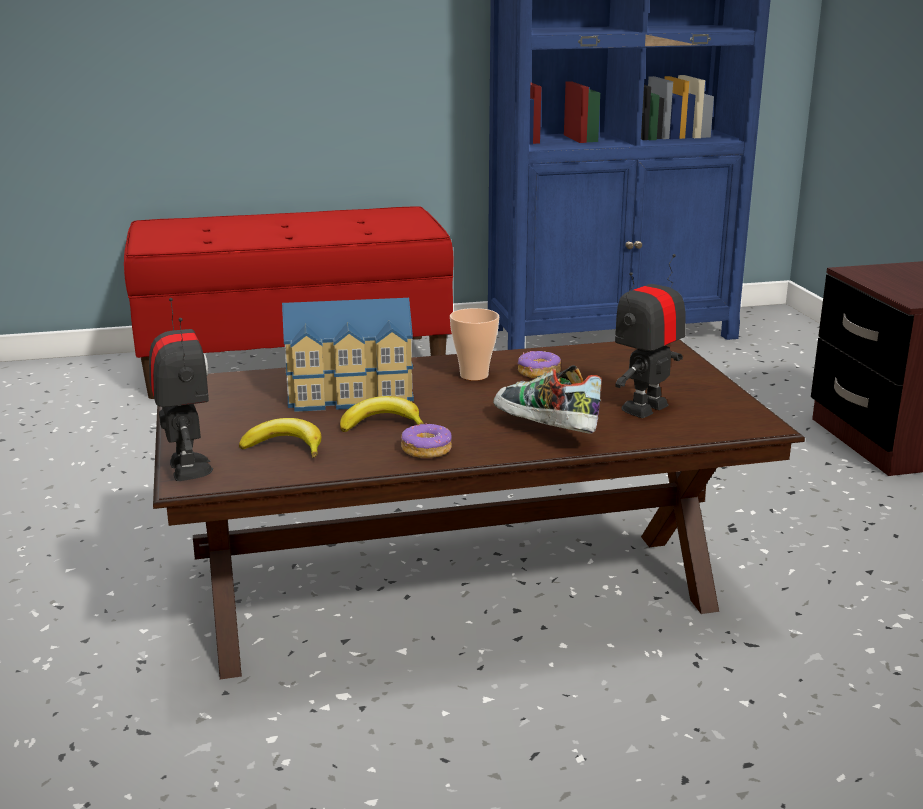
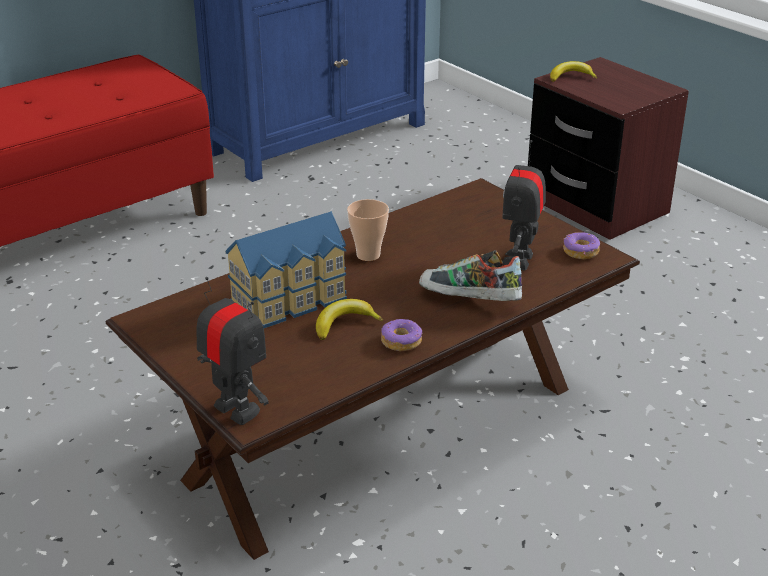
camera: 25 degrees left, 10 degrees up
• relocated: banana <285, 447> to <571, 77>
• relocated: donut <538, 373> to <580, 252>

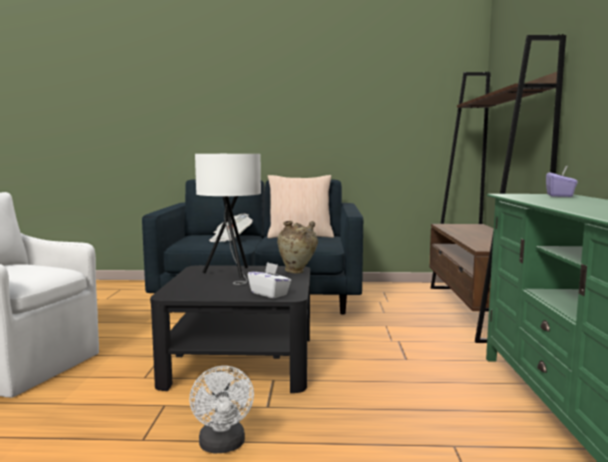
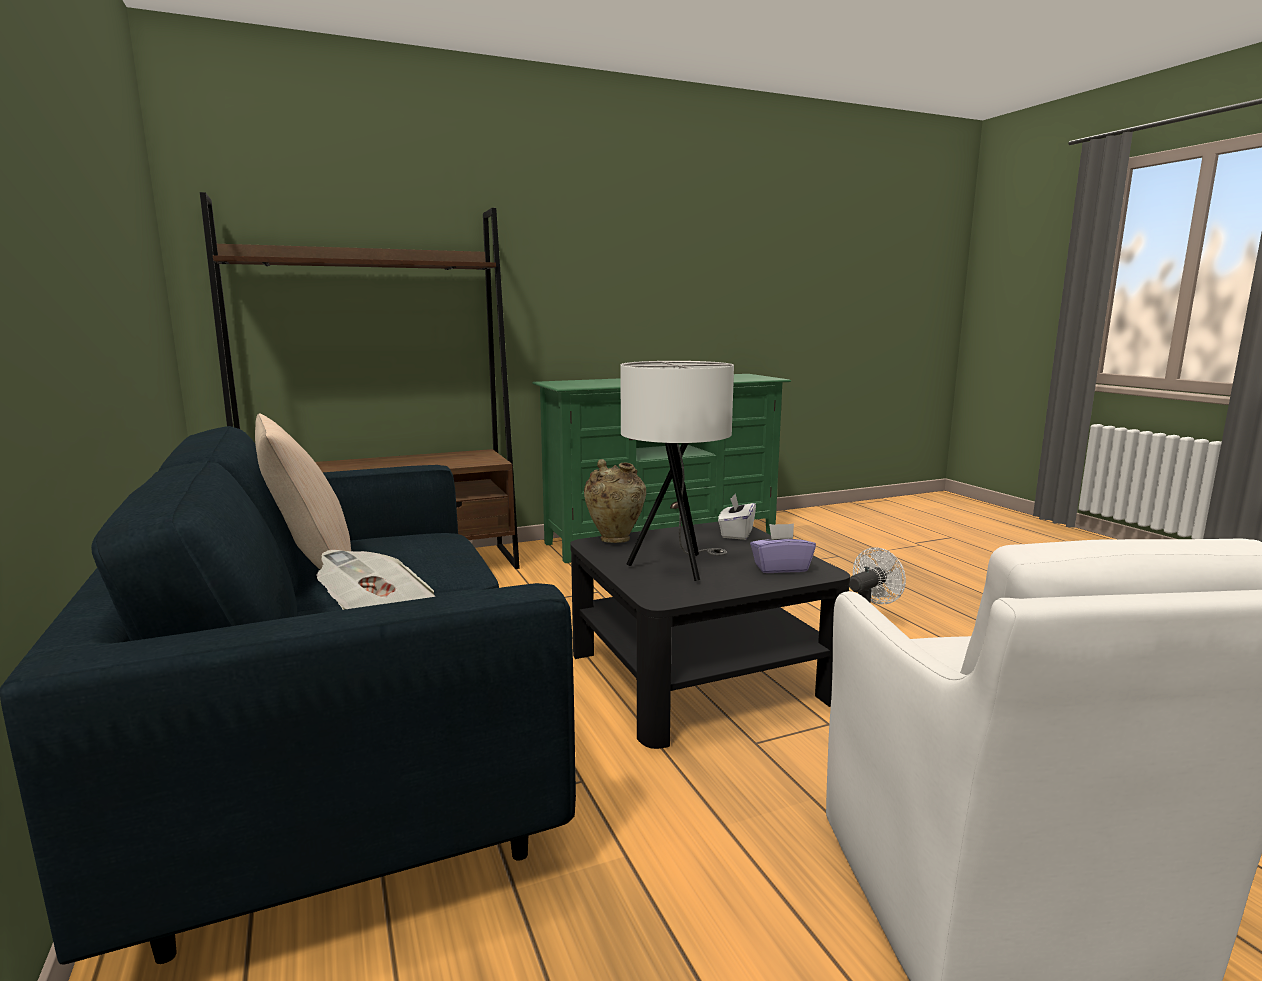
camera: 115 degrees left, 5 degrees up
• relocated: tissue box in purple <560, 195> to <780, 568>

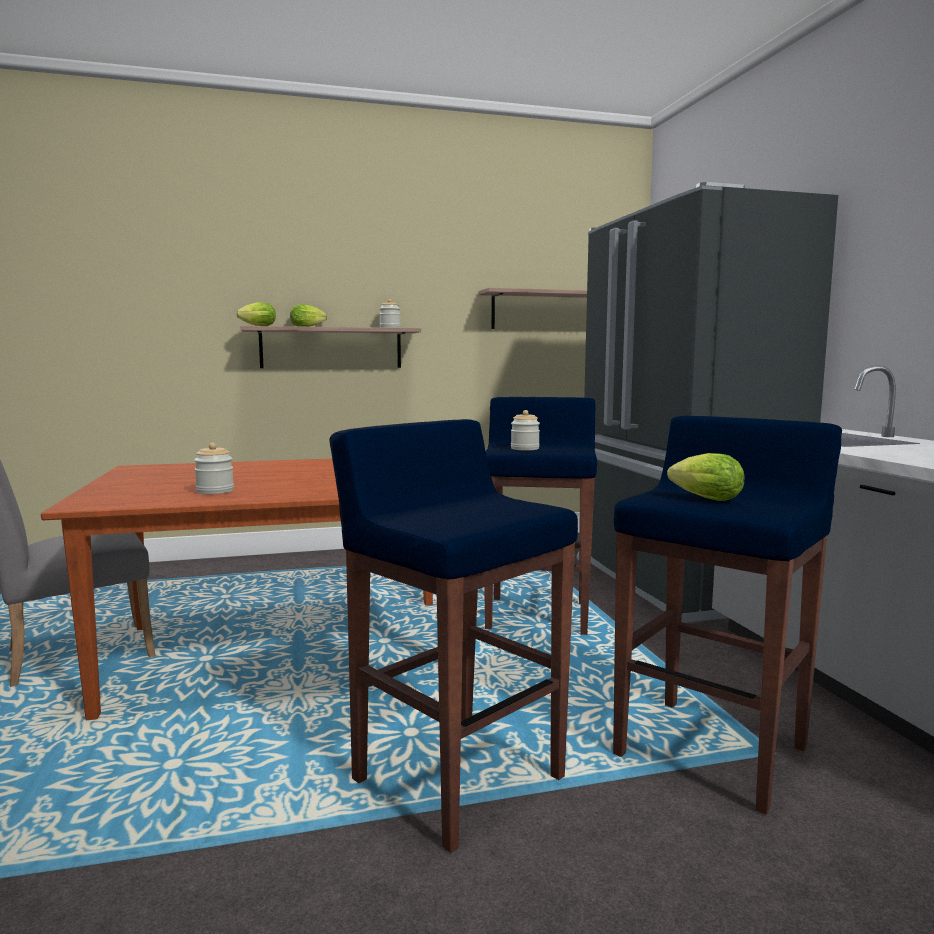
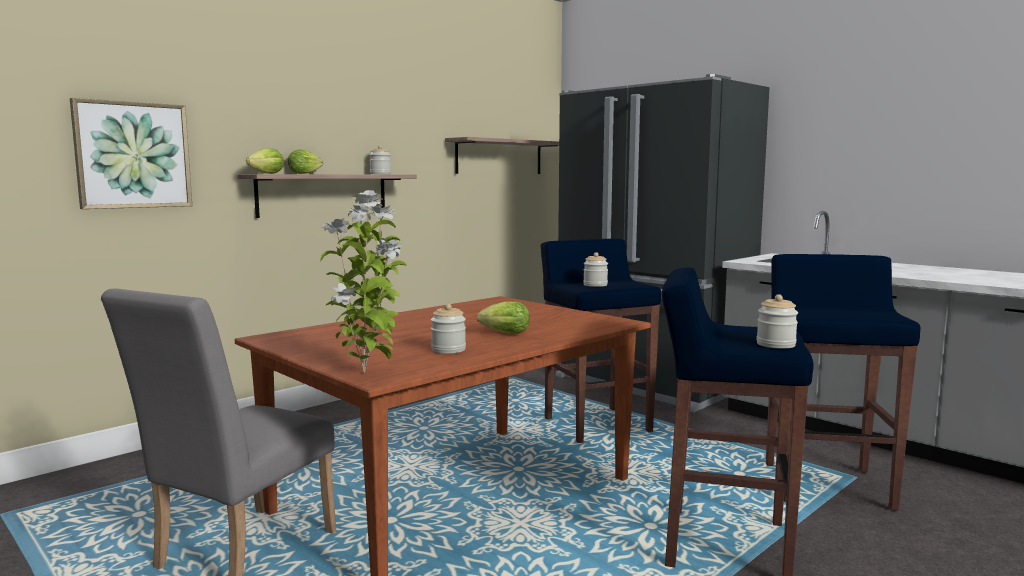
camera: 30 degrees left, 0 degrees up
• relocated: lettuce <702, 498> to <502, 333>
• appeared: picture <133, 155>
• appeared: potted plant <367, 372>
• appeared: jar <775, 344>

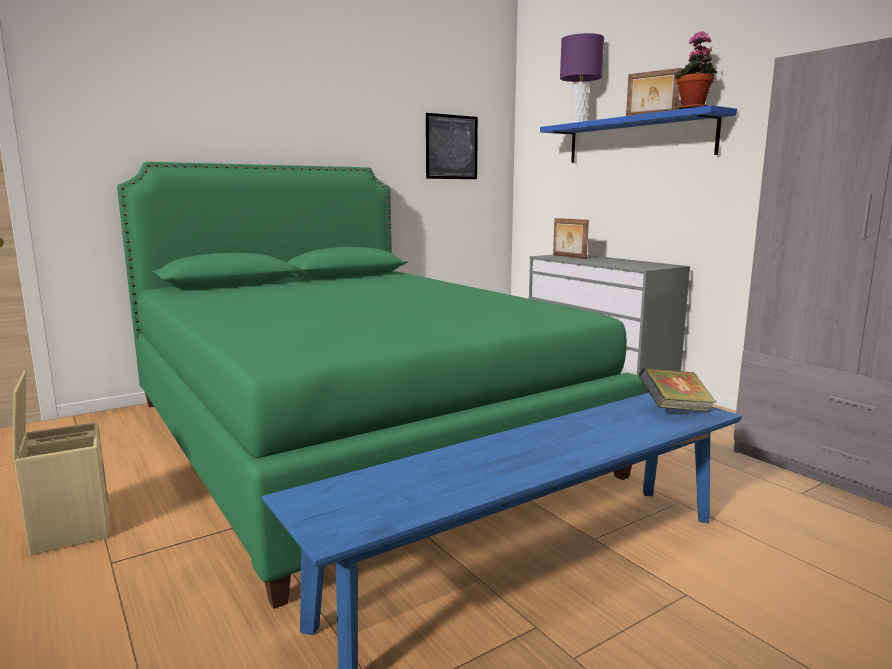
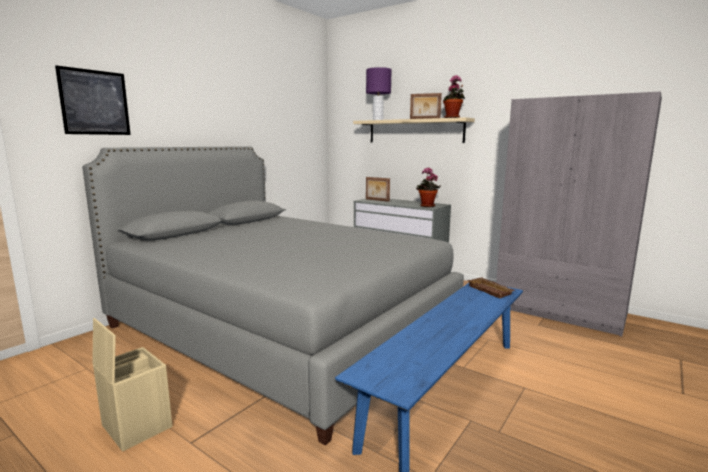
camera: 20 degrees left, 0 degrees up
• colour: bed in green <352, 436> to bed in grey <281, 328>
• relocated: picture <451, 147> to <95, 102>
• colour: shelf in blue <637, 139> to shelf in beige <414, 131>
• exchanged: book <675, 409> to tray in brown <491, 290>
• appeared: potted plant <427, 206>

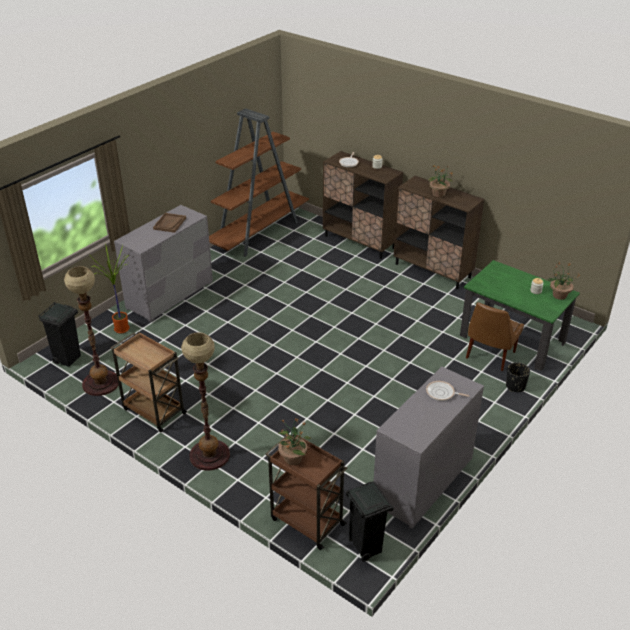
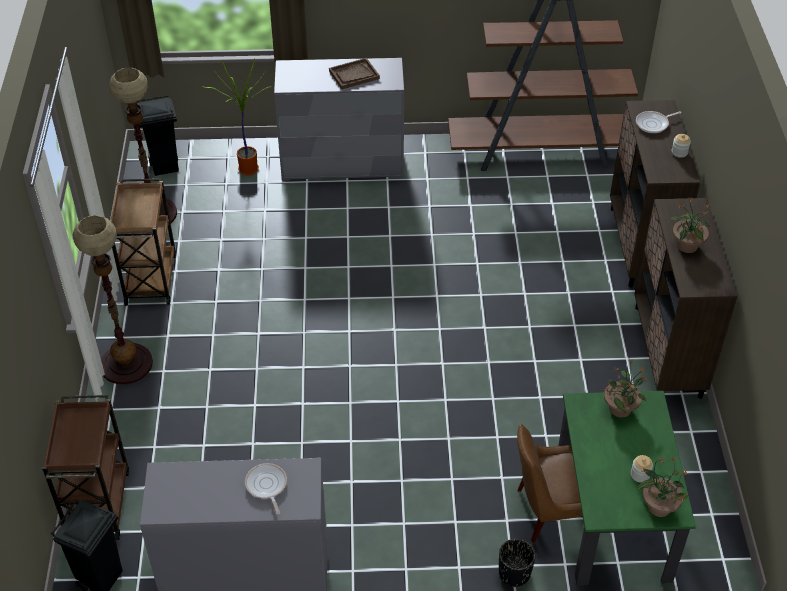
camera: 50 degrees right, 10 degrees up
• relocated: potted plant <293, 458> to <621, 408>

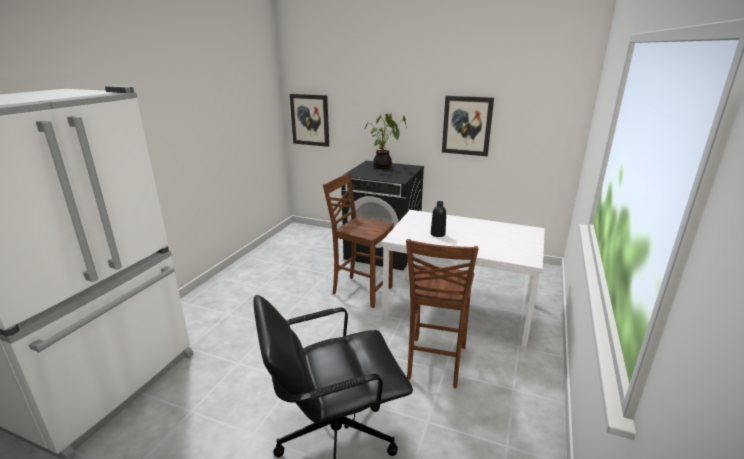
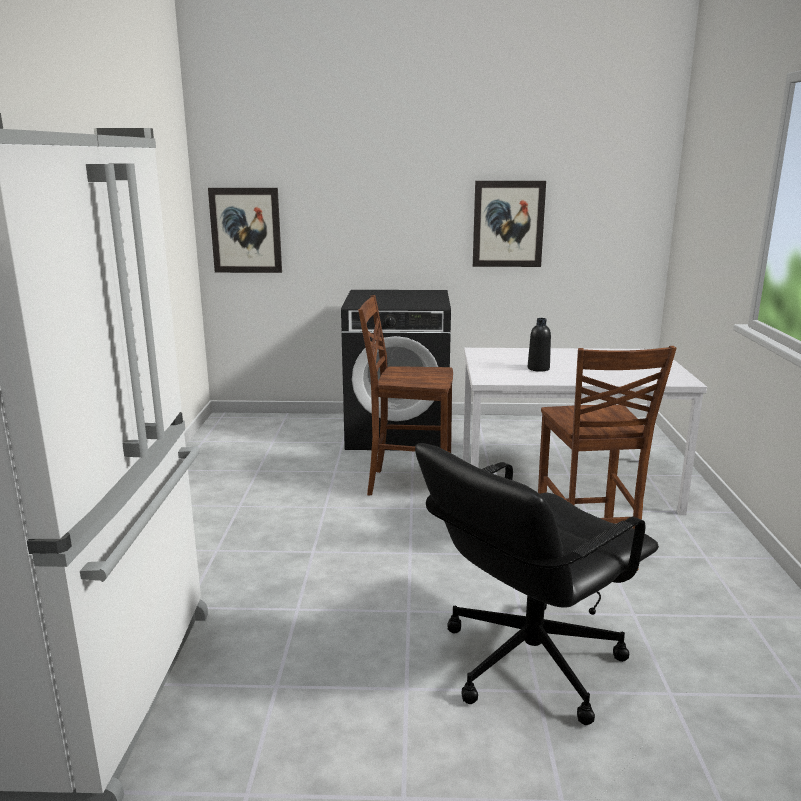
camera: 20 degrees left, 5 degrees down
• missing: potted plant <383, 167>

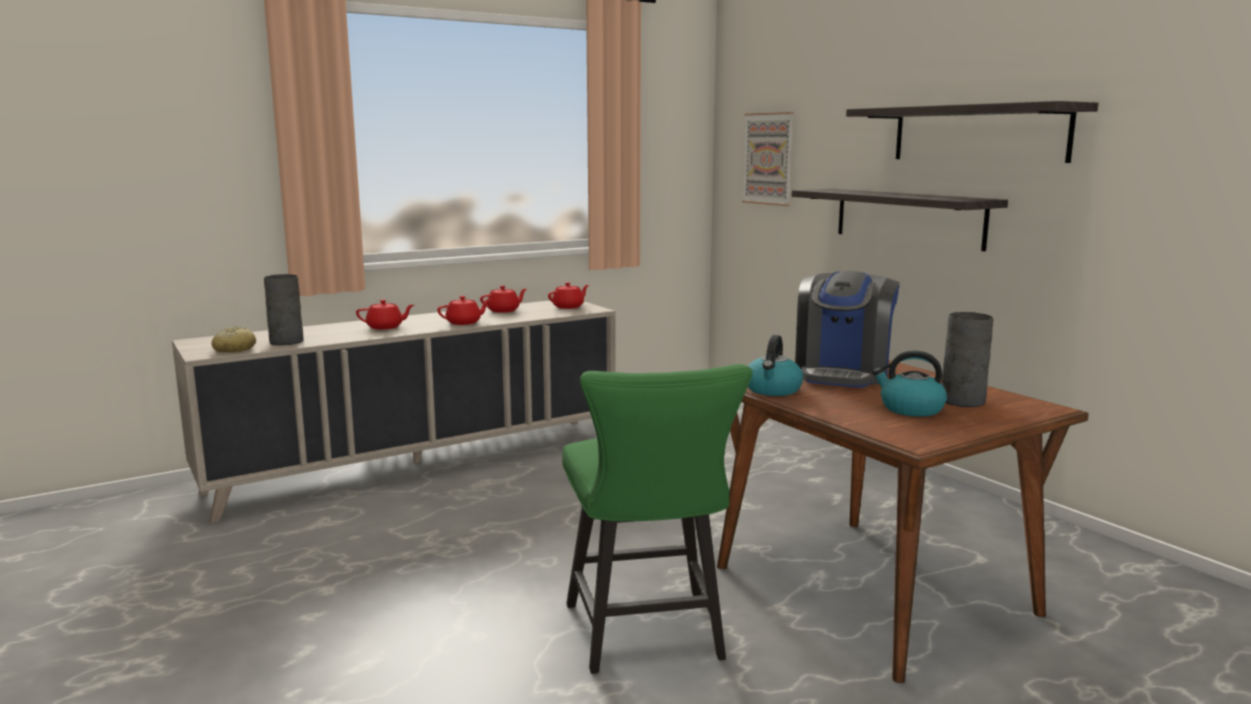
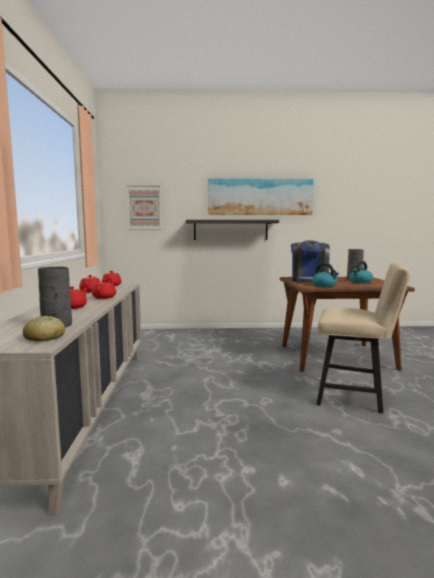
camera: 60 degrees left, 5 degrees down
• colour: chair in green <648, 638> to chair in beige <355, 396>
• spun: coffee machine <842, 374> = <309, 280> 45 degrees clockwise
• exchanged: shelf <978, 133> to picture <260, 197>

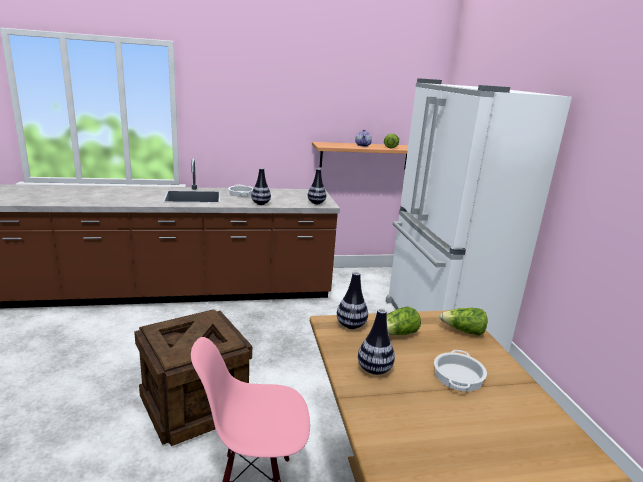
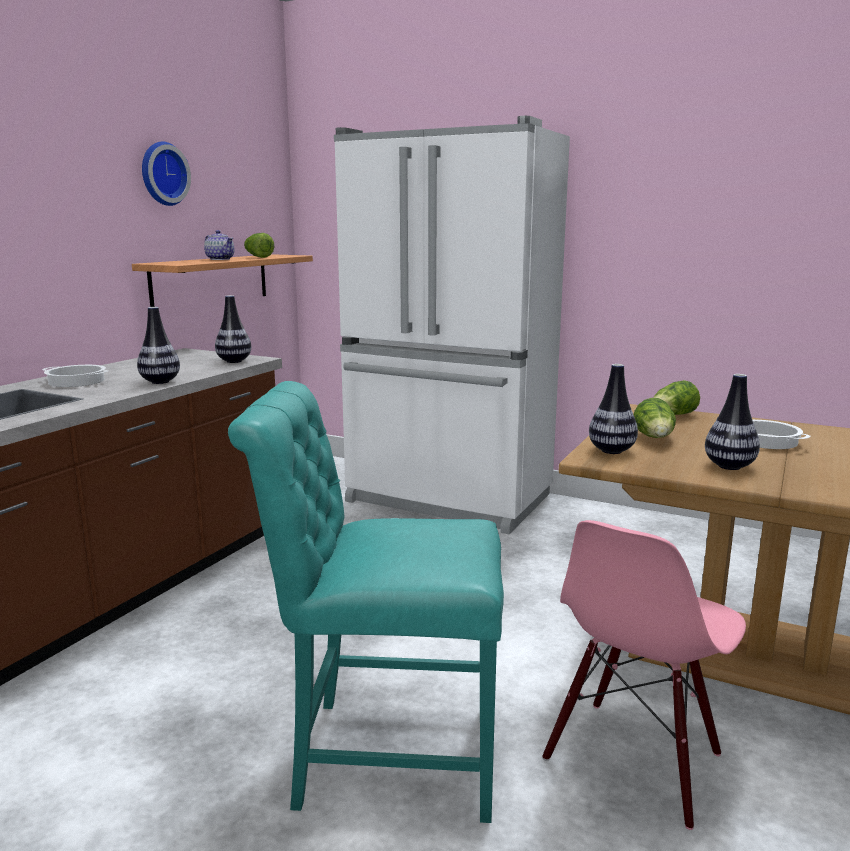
camera: 50 degrees left, 5 degrees down
• exchanged: crate <195, 405> to chair in turquoise <384, 754>
• appeared: wall clock <162, 174>

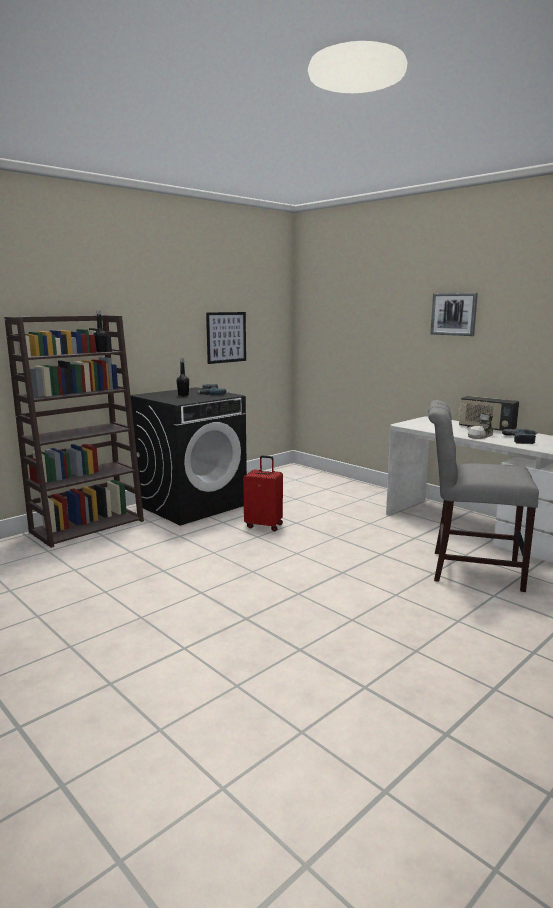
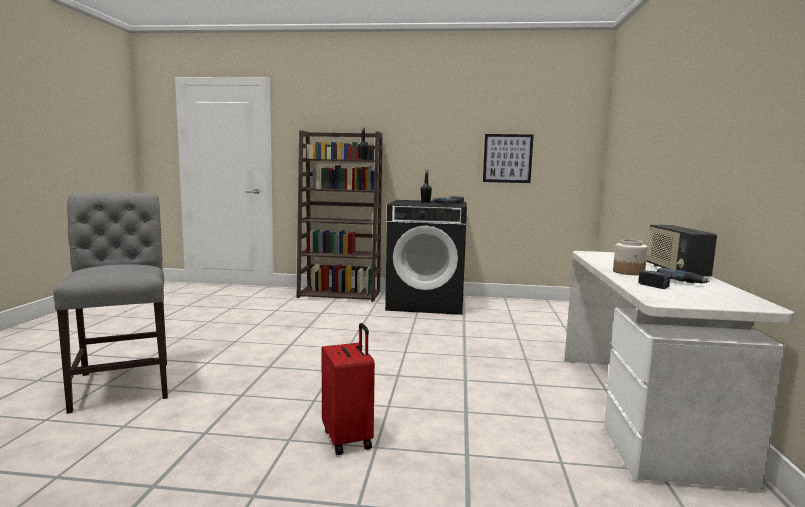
camera: 50 degrees right, 5 degrees down
• relocated: suitcase in red <264, 525> to <348, 439>
• relocated: chair in grey <470, 569> to <124, 382>
• missing: picture <454, 314>
• exchanged: shoe <481, 436> to jar <629, 272>

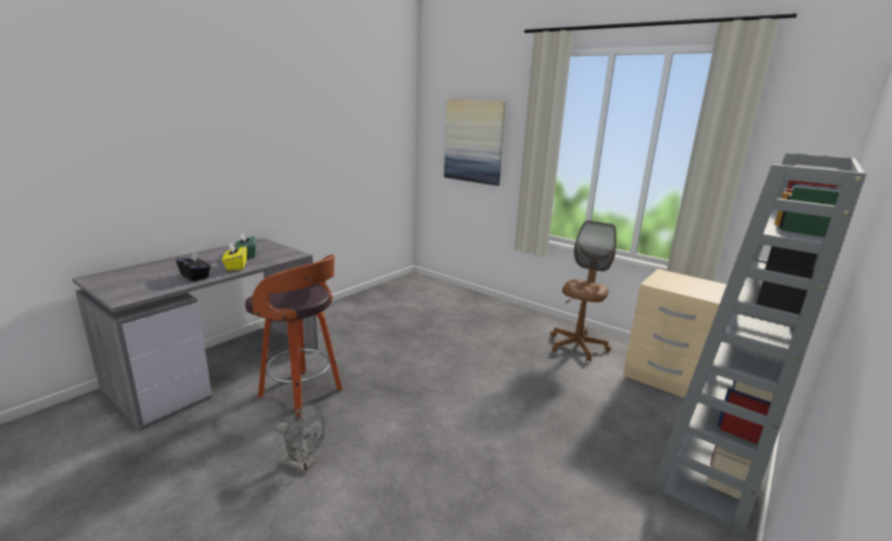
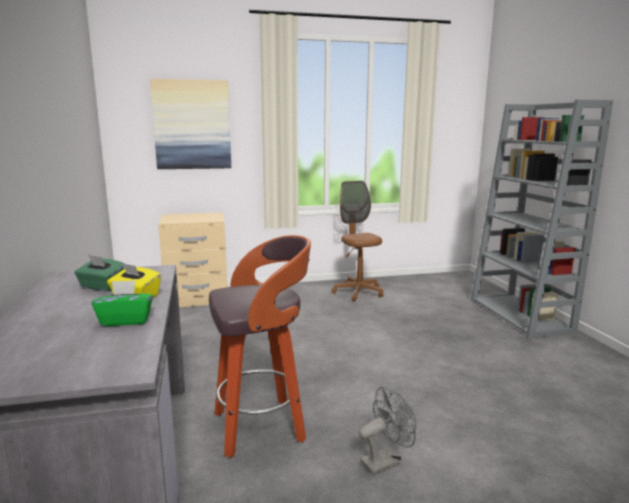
camera: 50 degrees left, 5 degrees down
• colour: tissue box in black <195, 276> to tissue box in green <126, 320>
• relocated: nightstand in beige <667, 378> to <197, 298>

